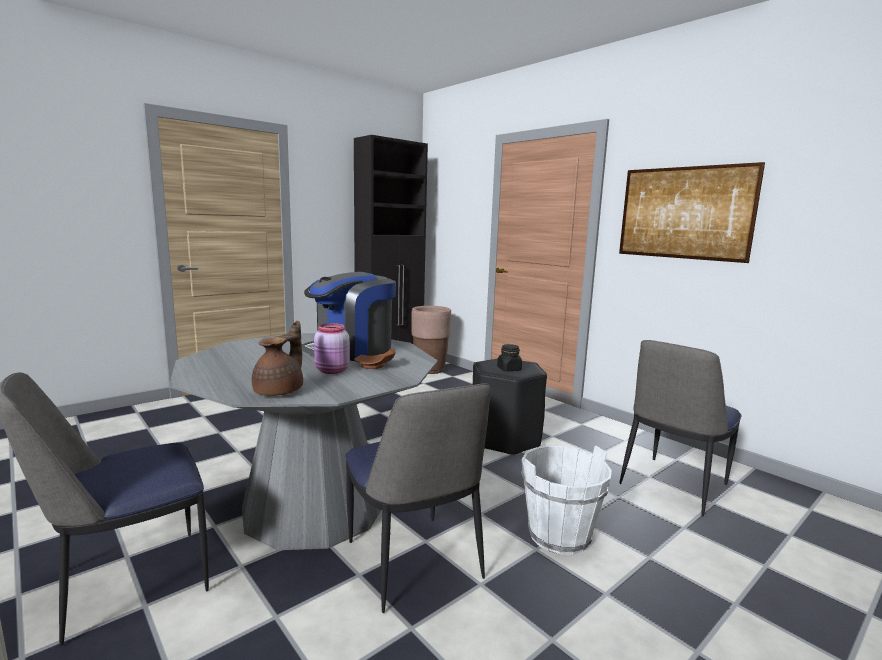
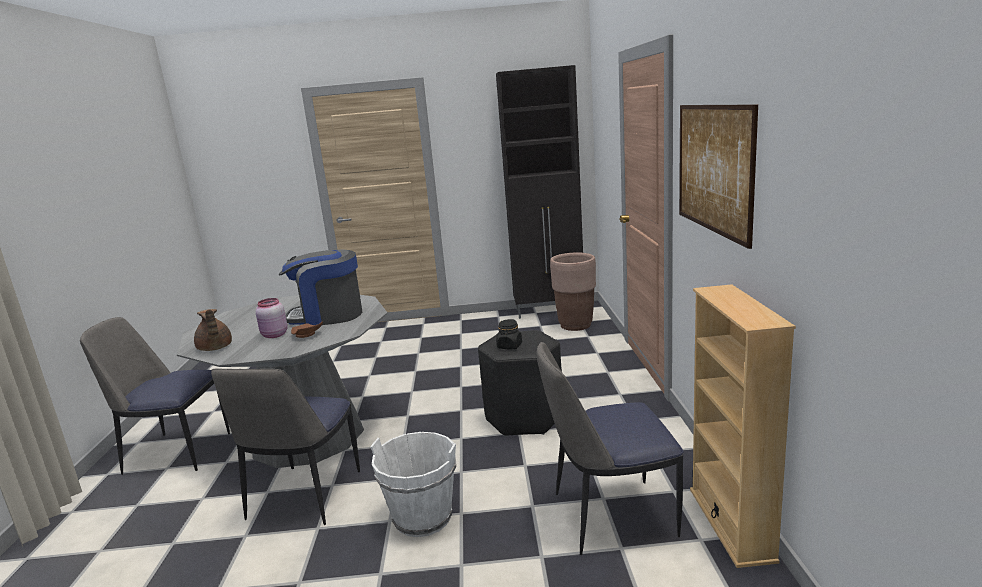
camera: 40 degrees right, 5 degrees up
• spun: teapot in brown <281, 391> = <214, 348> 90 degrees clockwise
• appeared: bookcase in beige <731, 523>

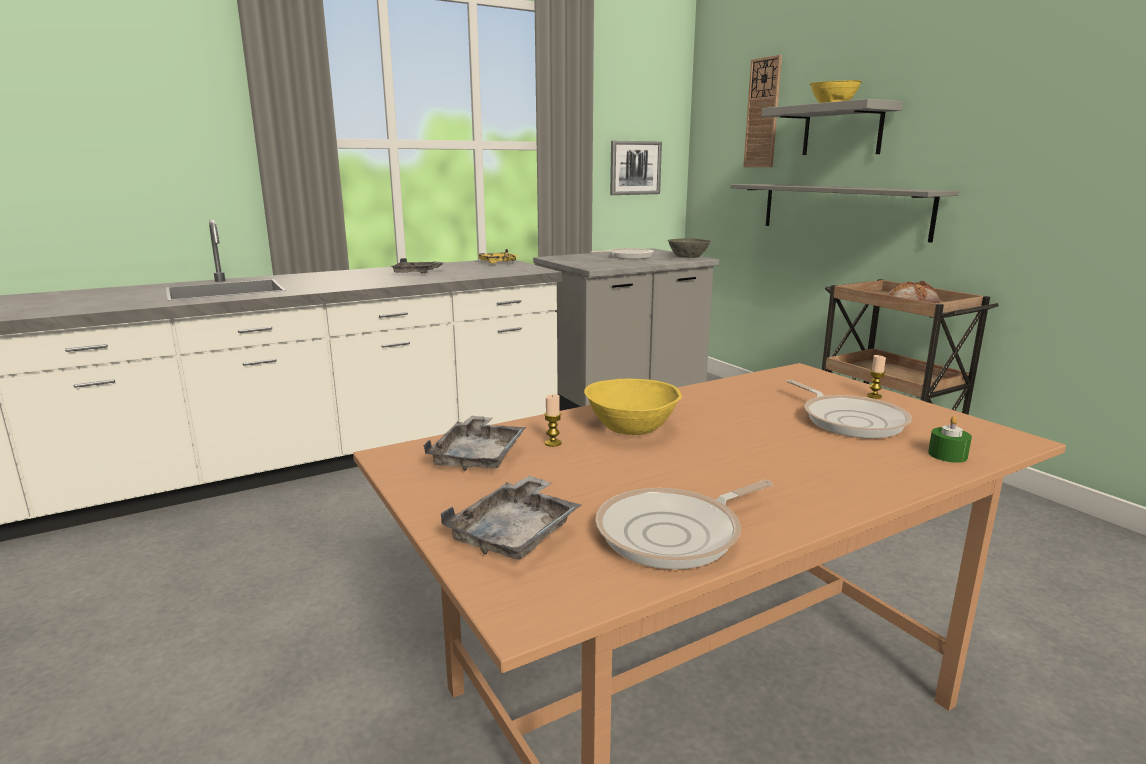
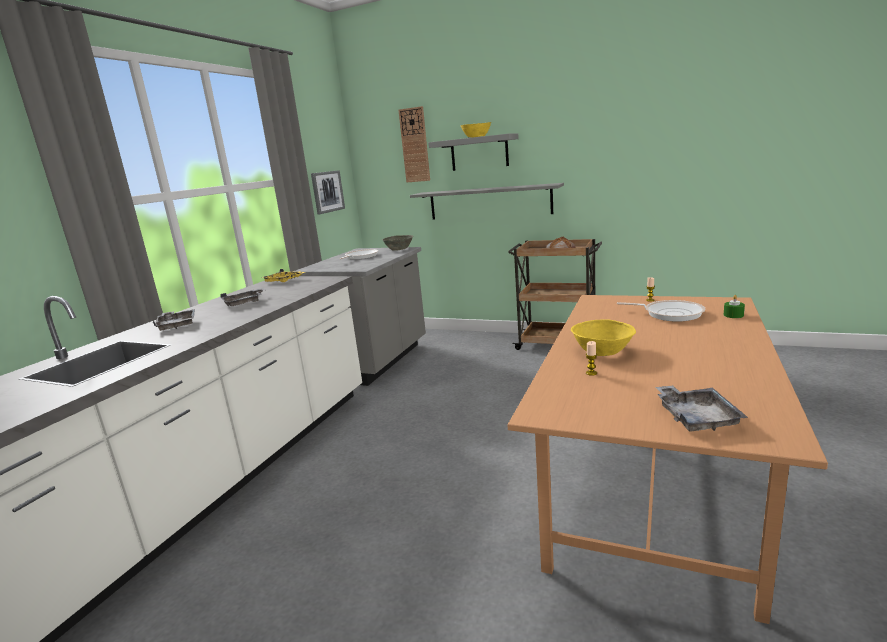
camera: 35 degrees left, 0 degrees up
• relocated: tray in grey <479, 456> to <177, 325>
• missing: frying pan <675, 534>

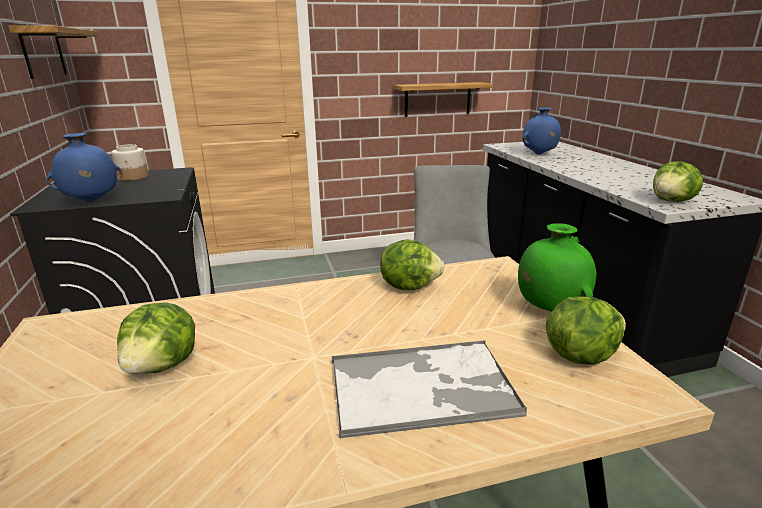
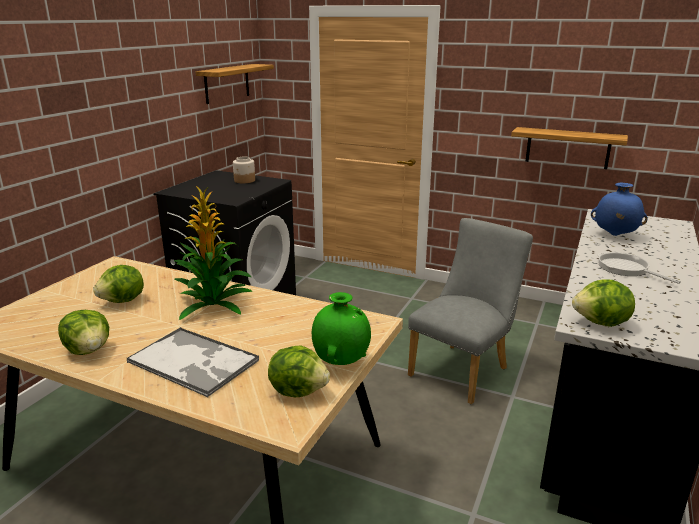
camera: 40 degrees right, 0 degrees up
• missing: vase in blue <91, 201>
• relocated: lettuce <409, 286> to <89, 350>
• appeared: potted plant <214, 304>
• appeared: frying pan <626, 269>

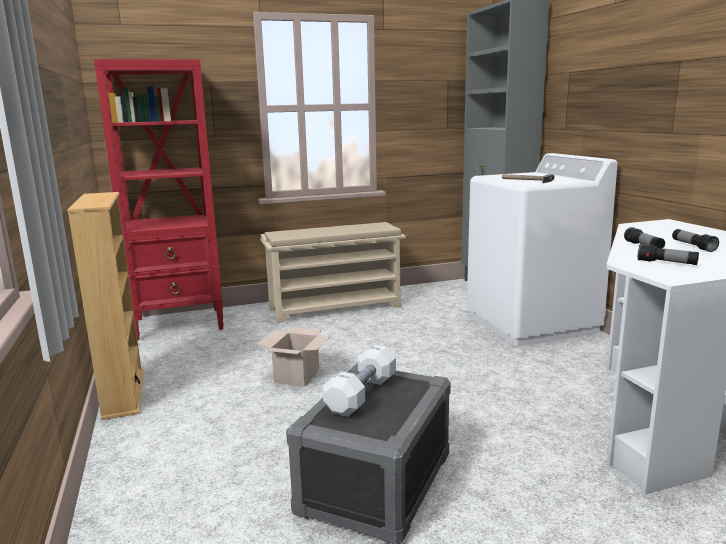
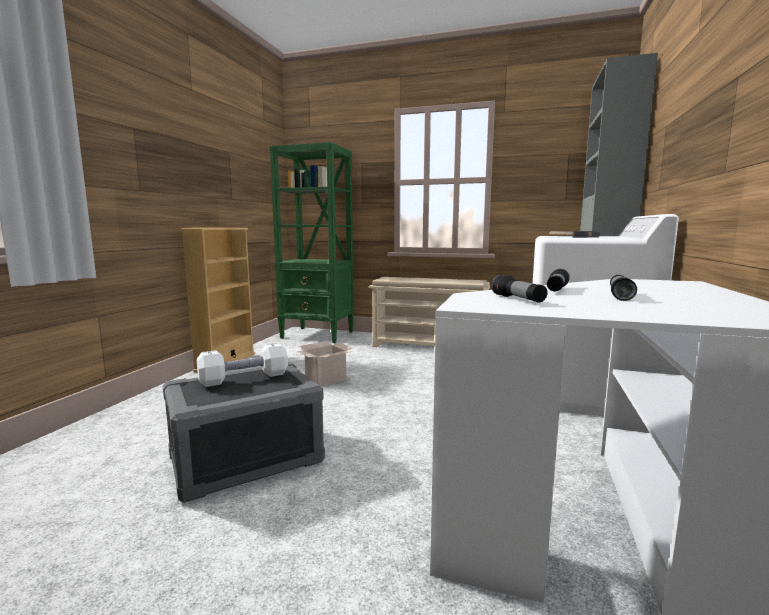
camera: 35 degrees right, 5 degrees down
• colour: bookcase in red <180, 324> to bookcase in green <318, 335>

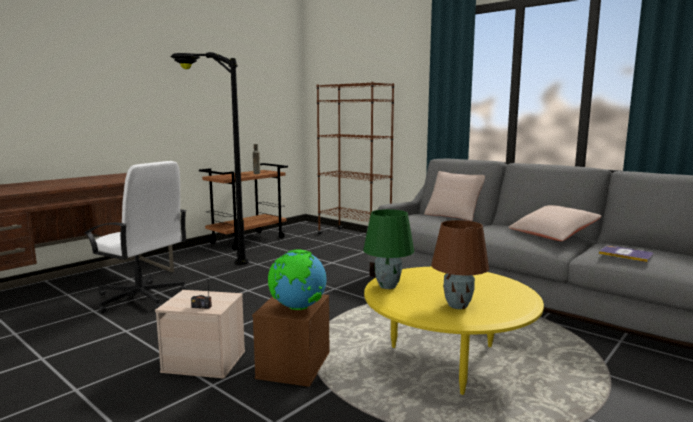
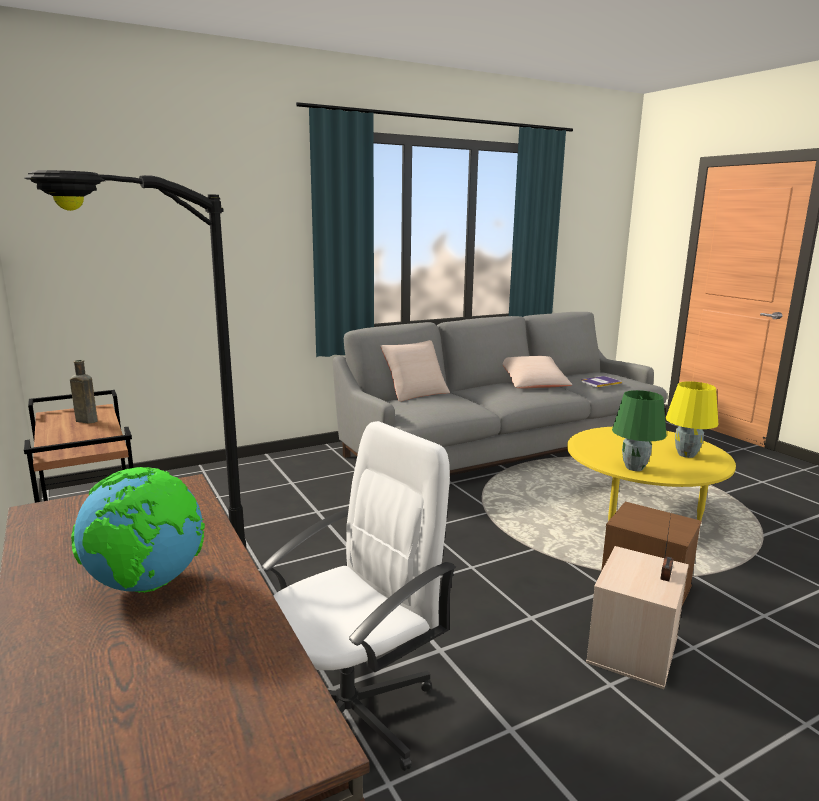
camera: 70 degrees left, 5 degrees up
• relocated: globe <298, 308> to <147, 585>
• missing: bookcase in brown <354, 236>
• colour: table lamp in brown <457, 306> to table lamp in yellow <687, 455>

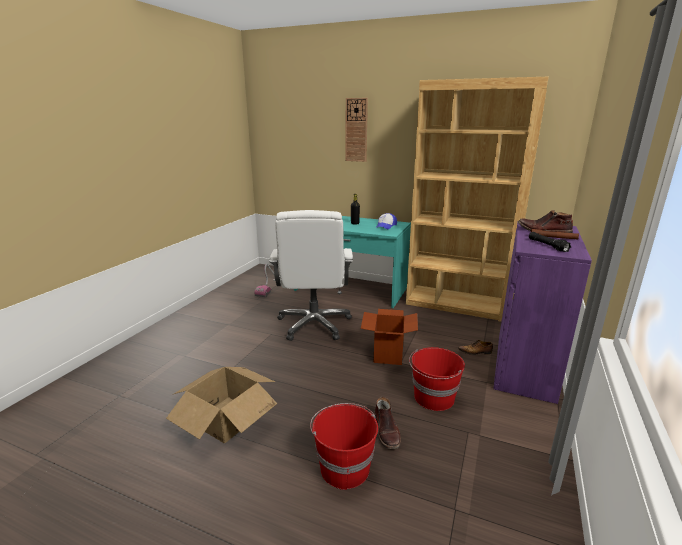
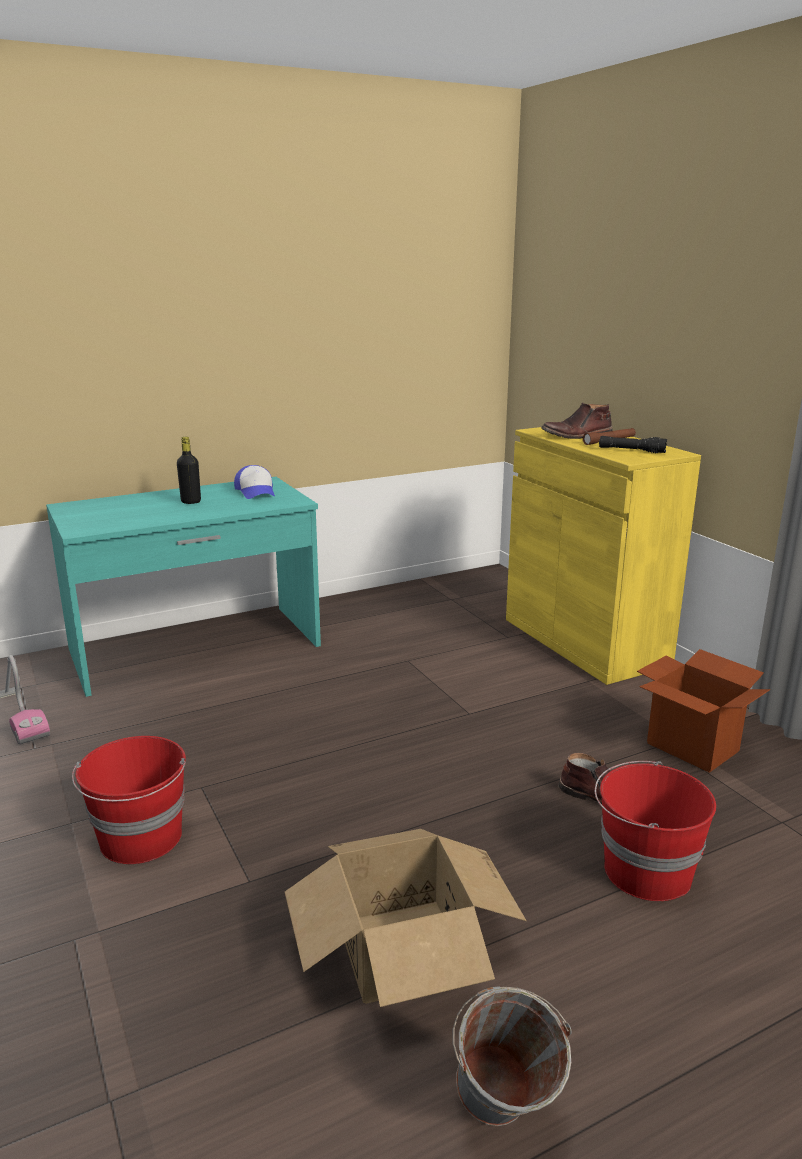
camera: 50 degrees left, 0 degrees up
• missing: office chair in white <314, 324>
• missing: wall clock <356, 130>
• relocated: cardboard box <388, 354> to <691, 747>
• missing: bookcase in brown <457, 304>
• relocated: bucket in red <433, 398> to <141, 839>
• missing: shoe <475, 352>
• colour: cabinet in purple <524, 365> to cabinet in yellow <584, 641>
• appeared: bucket in grey <503, 1120>

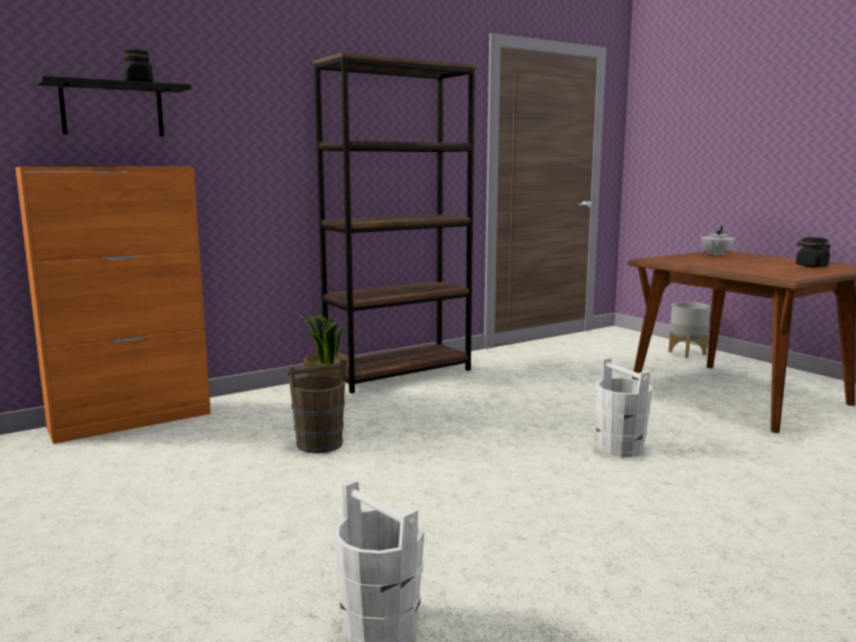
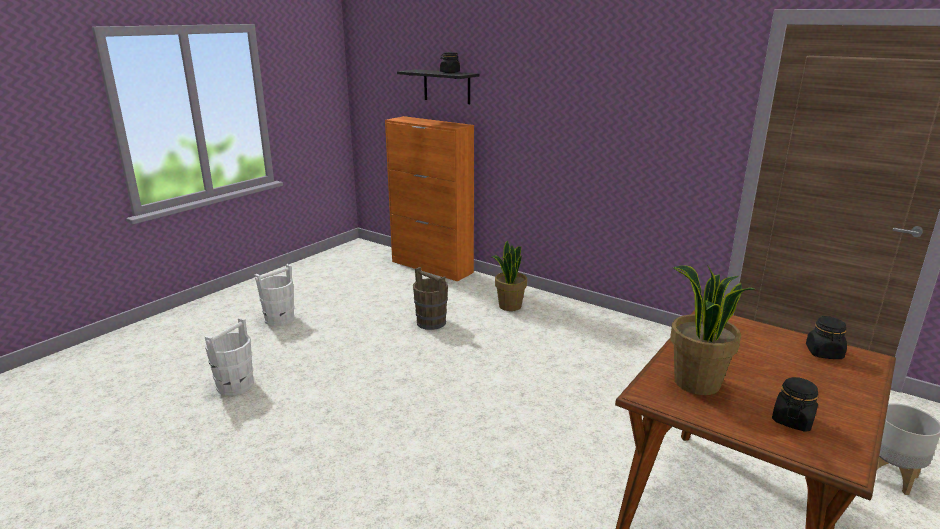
camera: 70 degrees right, 10 degrees up
• missing: bookcase in brown <399, 374>
• relocated: bucket in white <620, 448> to <279, 319>
• exchanged: teapot in white <715, 254> to jar in black <824, 353>
• appeared: potted plant <696, 383>

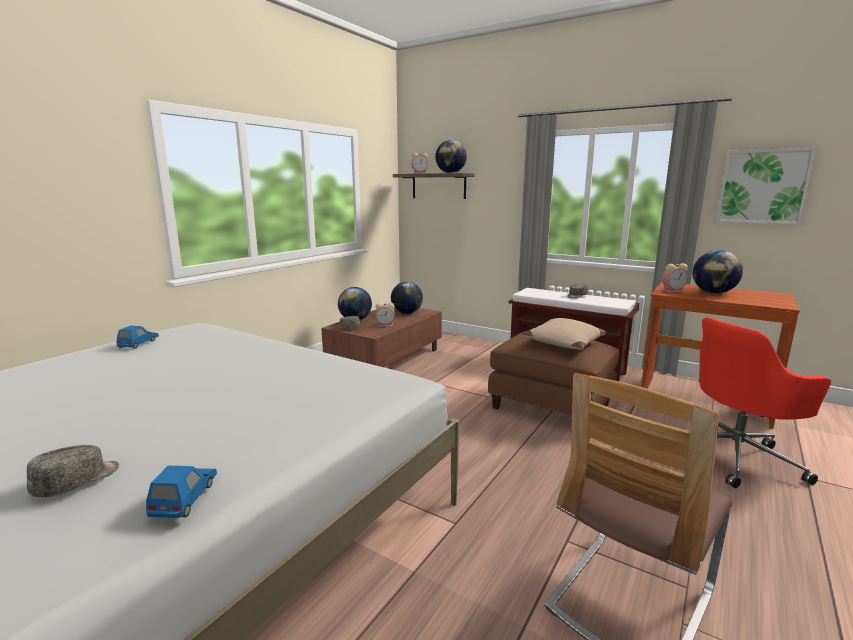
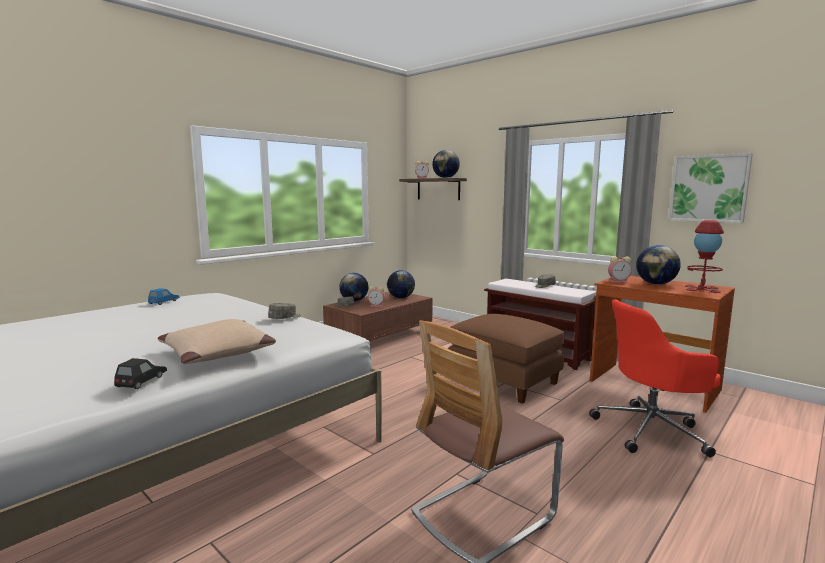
camera: 10 degrees right, 5 degrees down
• relocated: cap in grey <77, 481> to <285, 318>
• colour: toy car in blue <185, 498> to toy car in black <142, 381>
• relocated: pillow in beige <564, 343> to <218, 353>
• appeared: table lamp in red <702, 289>

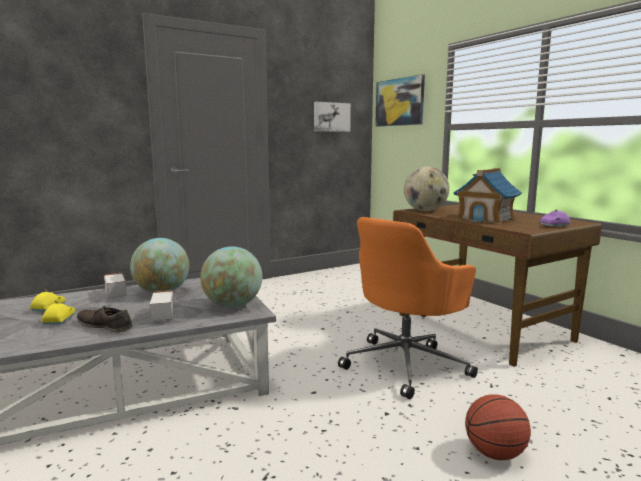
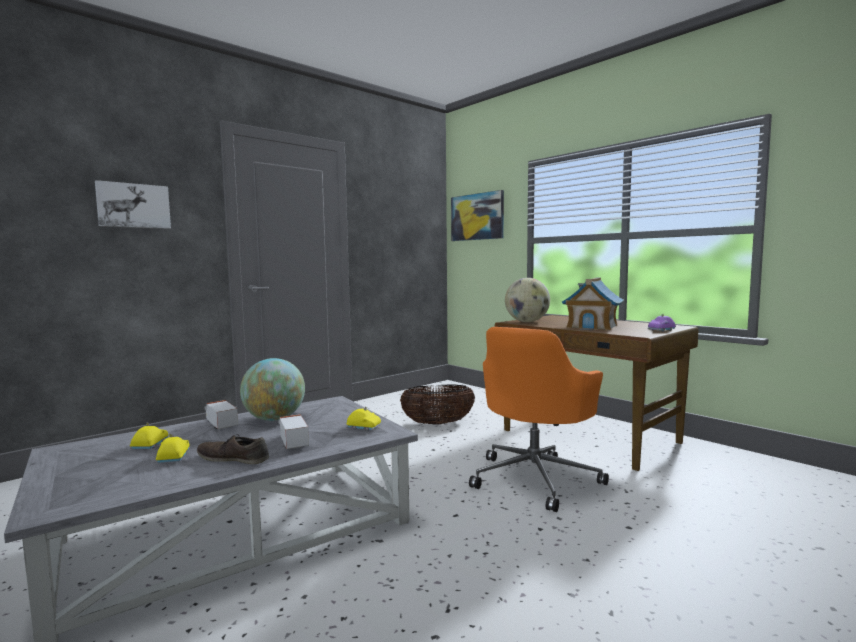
camera: 10 degrees left, 5 degrees down
• exchanged: globe <232, 305> to toy car in yellow <364, 427>
• relocated: picture <331, 117> to <133, 206>
• missing: basketball <494, 453>
• appeared: basket <438, 423>

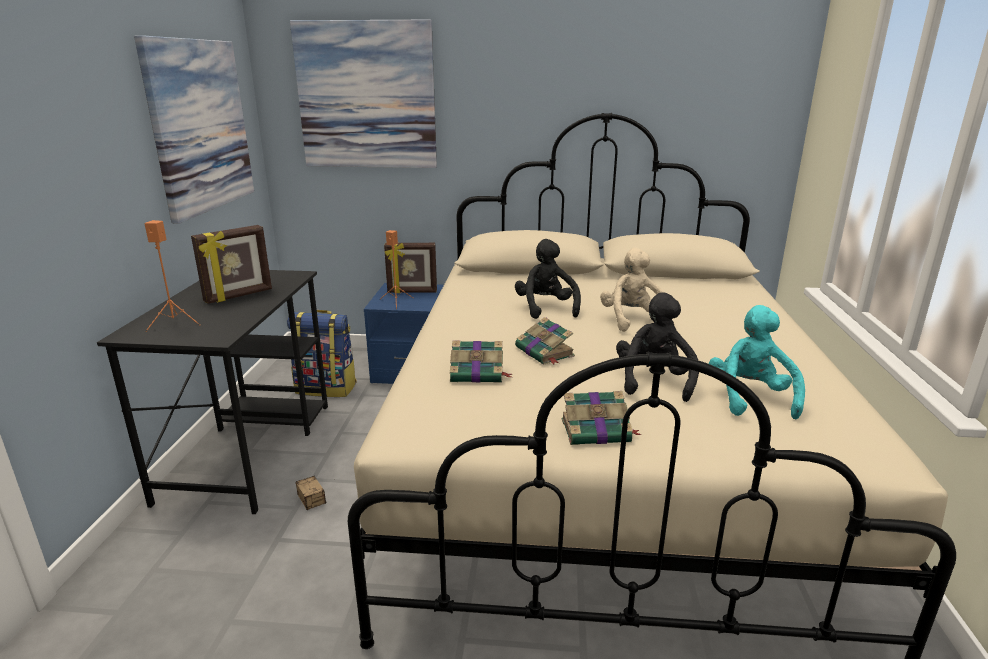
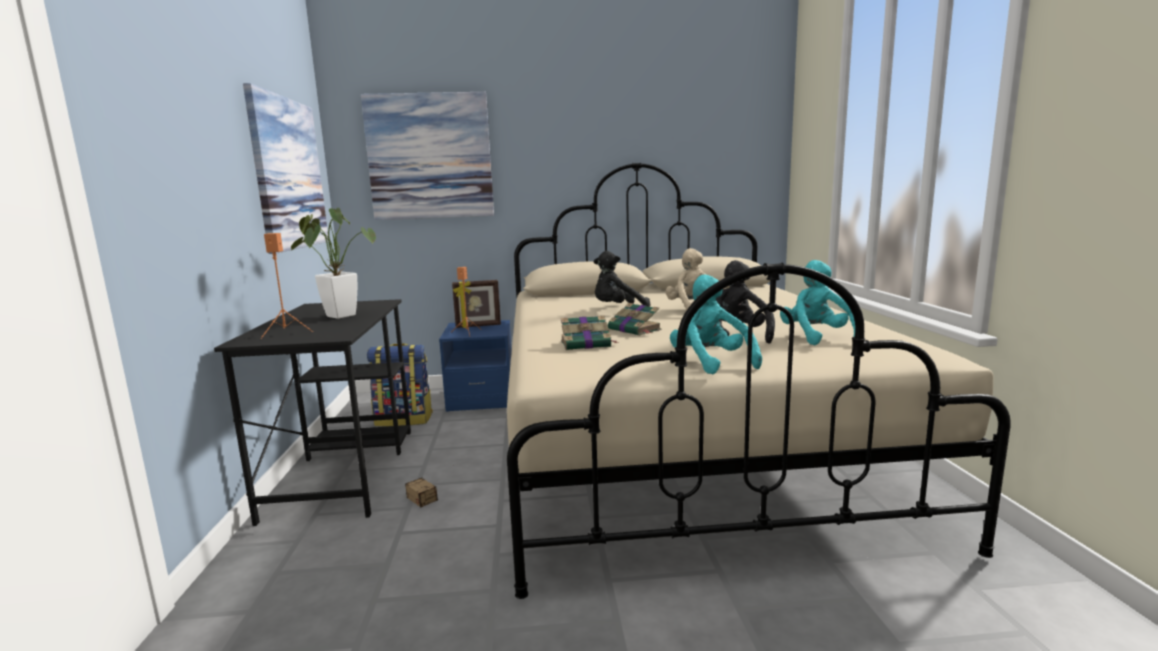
camera: 10 degrees left, 10 degrees down
• exchanged: picture frame <239, 296> to potted plant <338, 315>
• spun: plush toy in black <546, 308> = <617, 309> 90 degrees counterclockwise
• exchanged: book <597, 431> to plush toy in turquoise <710, 363>

